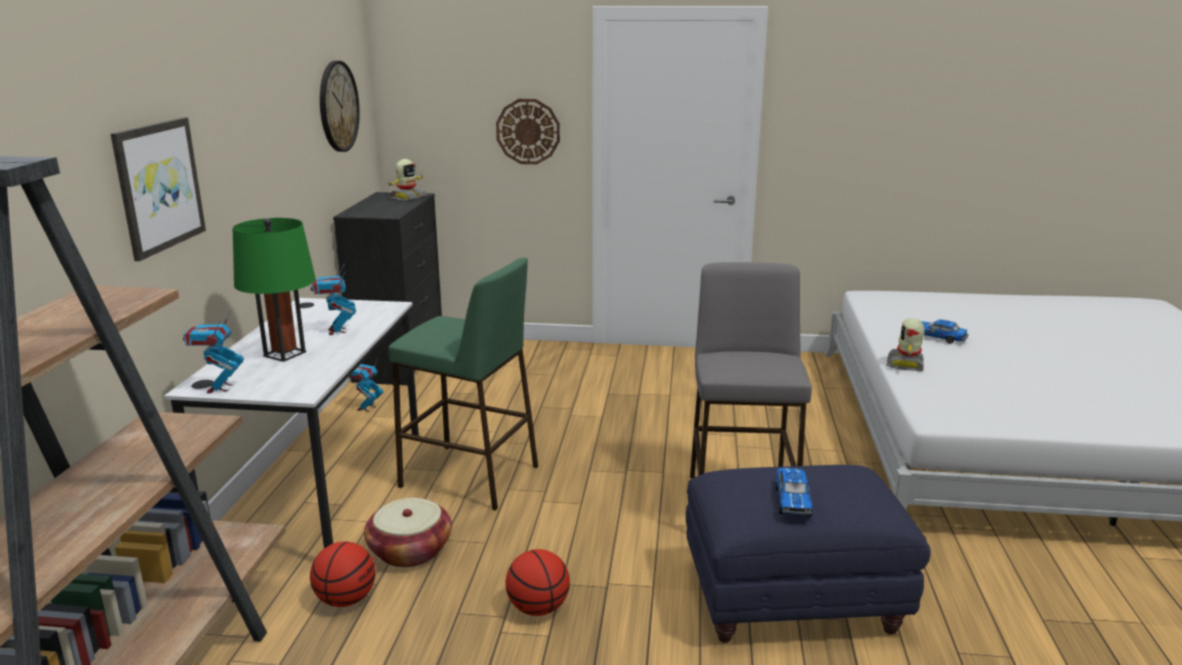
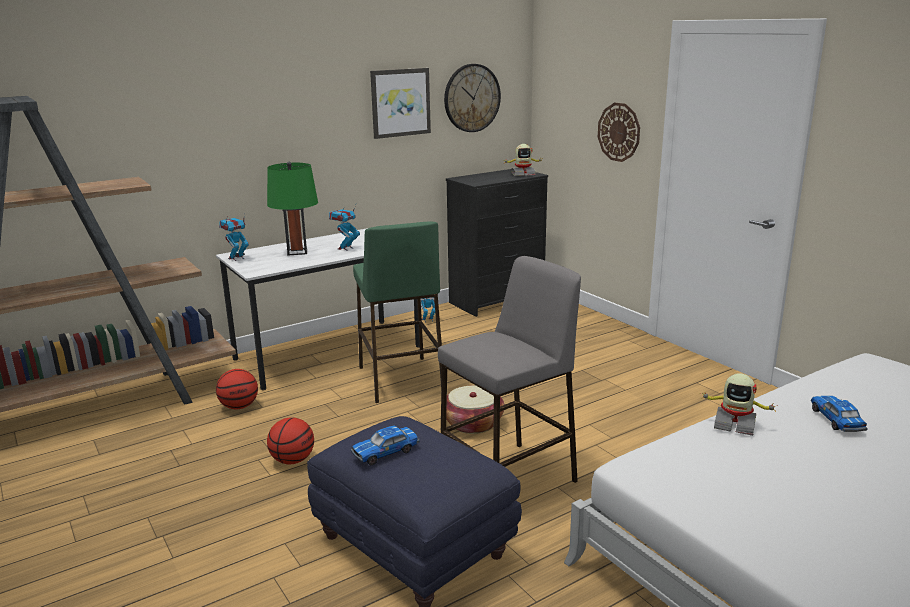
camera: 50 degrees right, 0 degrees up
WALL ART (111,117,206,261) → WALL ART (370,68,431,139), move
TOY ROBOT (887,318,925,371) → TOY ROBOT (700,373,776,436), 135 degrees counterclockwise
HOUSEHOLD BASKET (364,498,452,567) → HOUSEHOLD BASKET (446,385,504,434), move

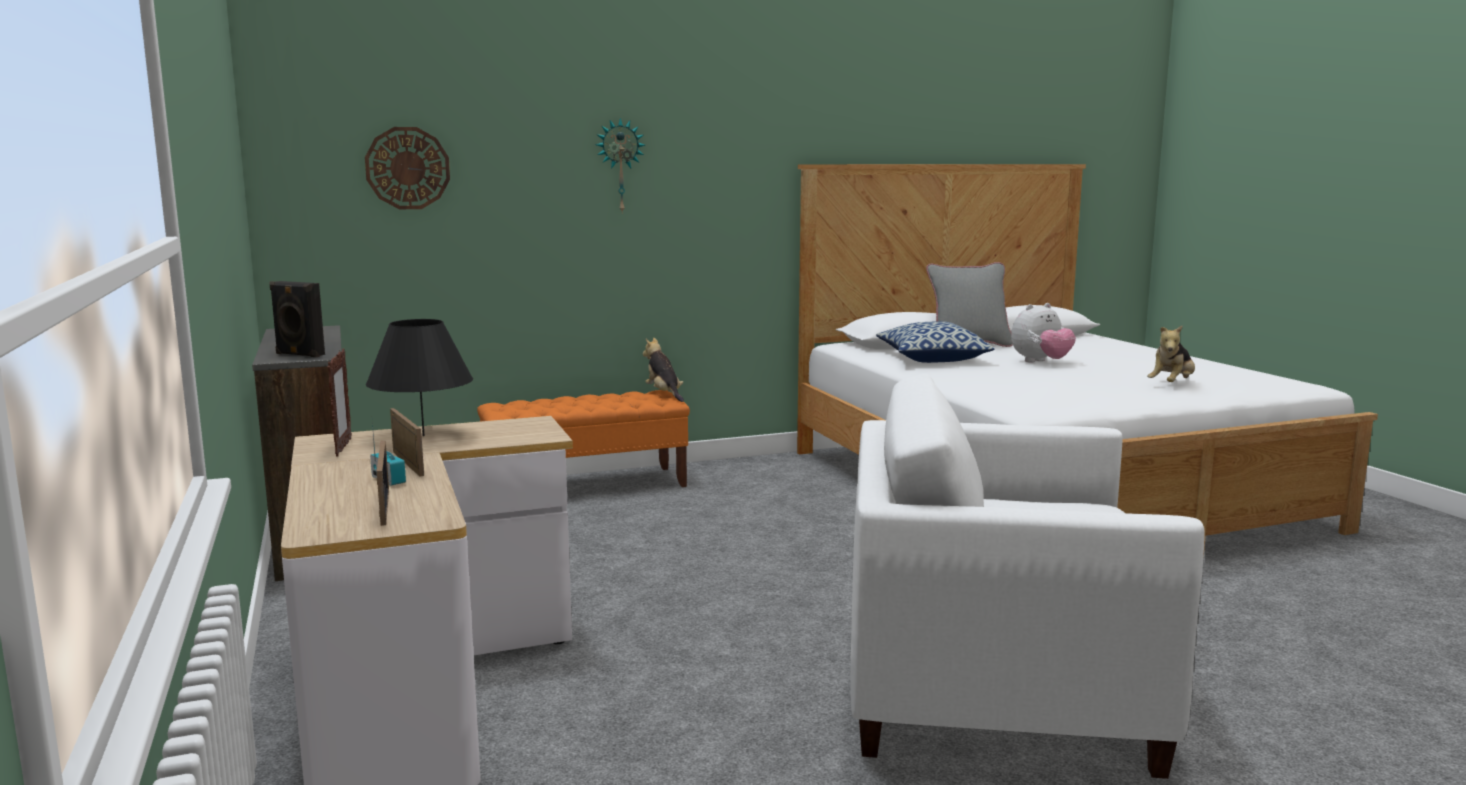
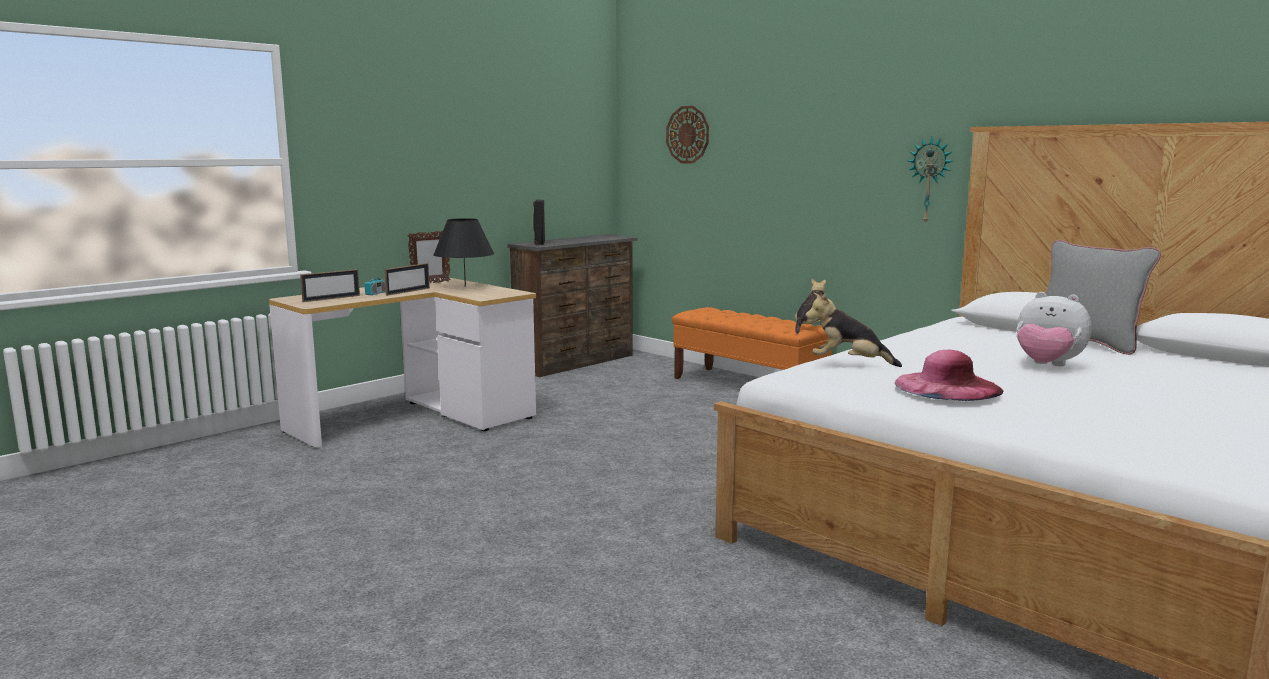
camera: 65 degrees right, 0 degrees up
HANGING CLOCK (595,118,645,212) → HANGING CLOCK (909,137,953,224), move
THROW PILLOW (876,321,995,363) → -
SOFT TOY (1147,326,1195,382) → SOFT TOY (805,292,902,367), move
WHITISH ARMCHAIR (850,374,1205,779) → -
- → PINK HAT (895,350,1003,401)

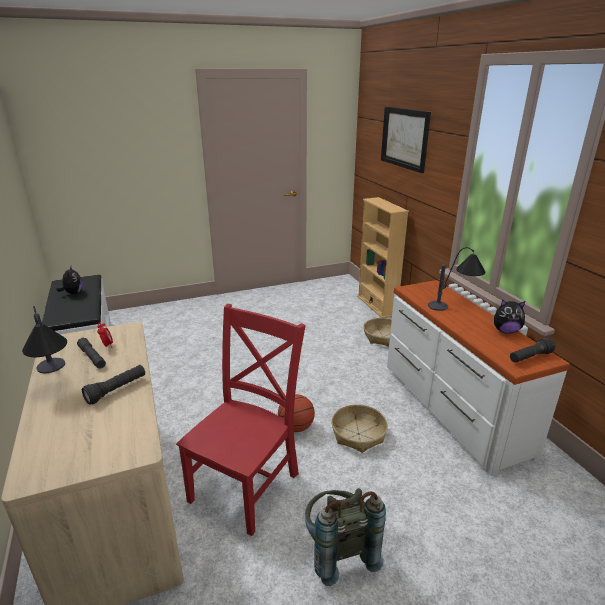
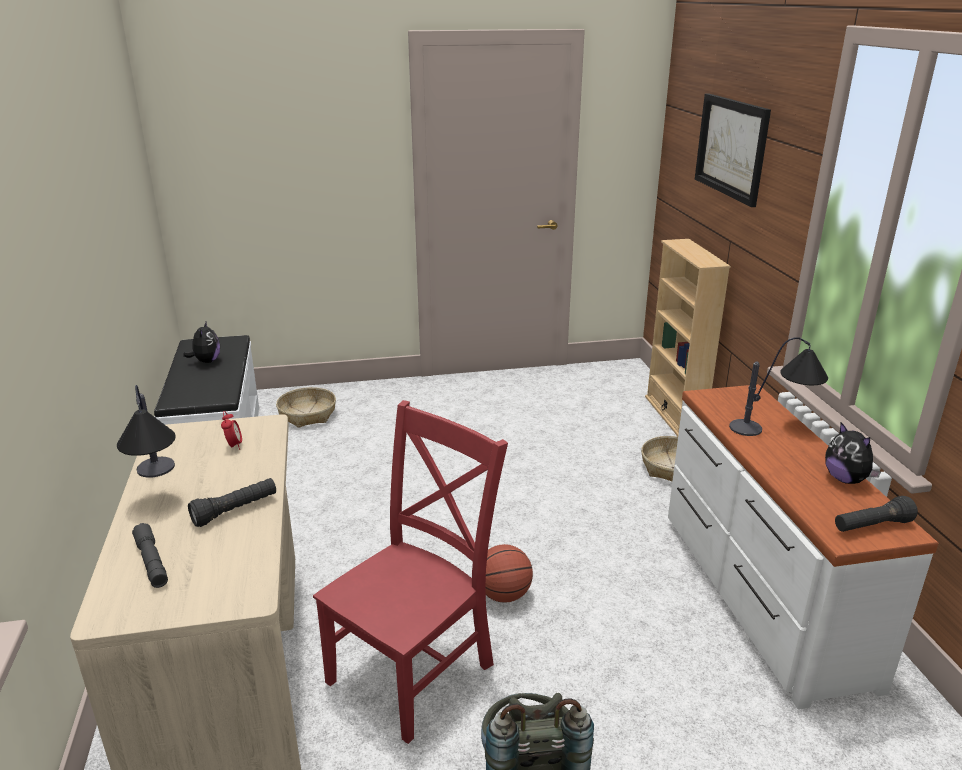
camera: 10 degrees right, 0 degrees up
SOFT TOY (494,299,525,334) → SOFT TOY (825,422,881,484), 45 degrees clockwise
GRAY HAND TORCH (77,338,106,369) → GRAY HAND TORCH (132,523,168,588), move
HOUSEHOLD BASKET (331,404,388,453) → HOUSEHOLD BASKET (276,387,336,428), move

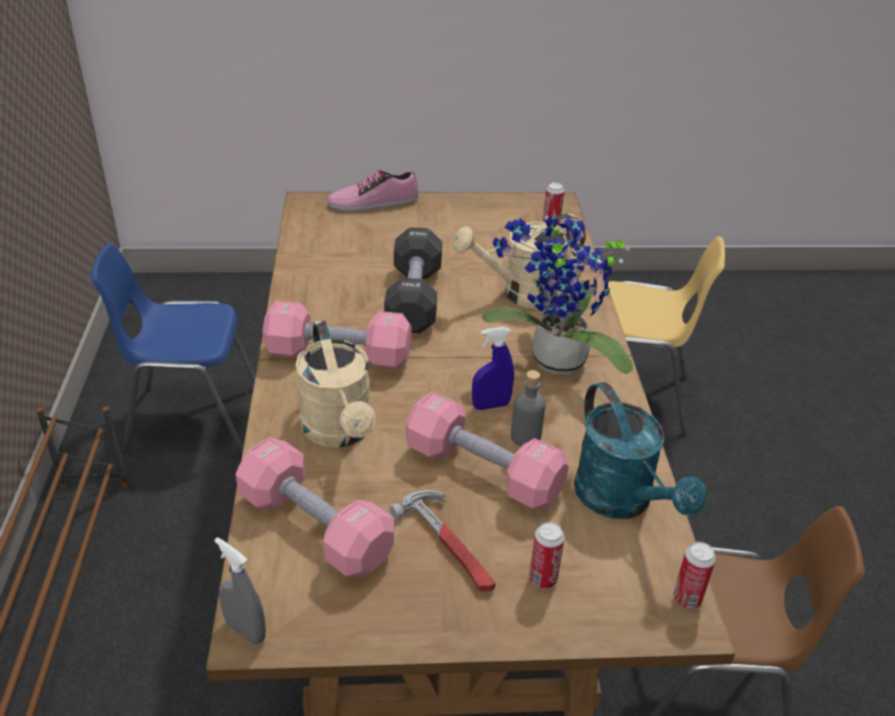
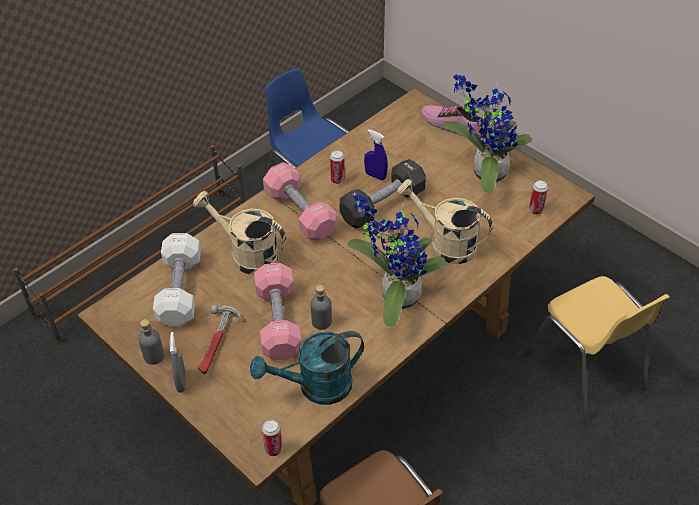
camera: 50 degrees right, 10 degrees up
SAND-COLOURED WATERING CAN (295,320,376,447) → SAND-COLOURED WATERING CAN (193,191,286,275), 90 degrees clockwise
BLUE HAND SPRAYER (472,327,514,410) → BLUE HAND SPRAYER (364,129,388,180), move
TURQUOISE WATERING CAN (574,382,707,519) → TURQUOISE WATERING CAN (250,331,364,405), 45 degrees clockwise
PINK HAND WEIGHT (236,437,394,577) → WHITISH HAND WEIGHT (153,233,201,326)
METAL CAN (529,522,565,588) → METAL CAN (330,150,345,184), move
GRAY HAND SPRAYER (214,537,266,644) → GRAY HAND SPRAYER (170,332,186,393), move
- → PLANT IN A POT (443,74,532,192)
- → GRAY DRINK BOTTLE (138,319,164,365)

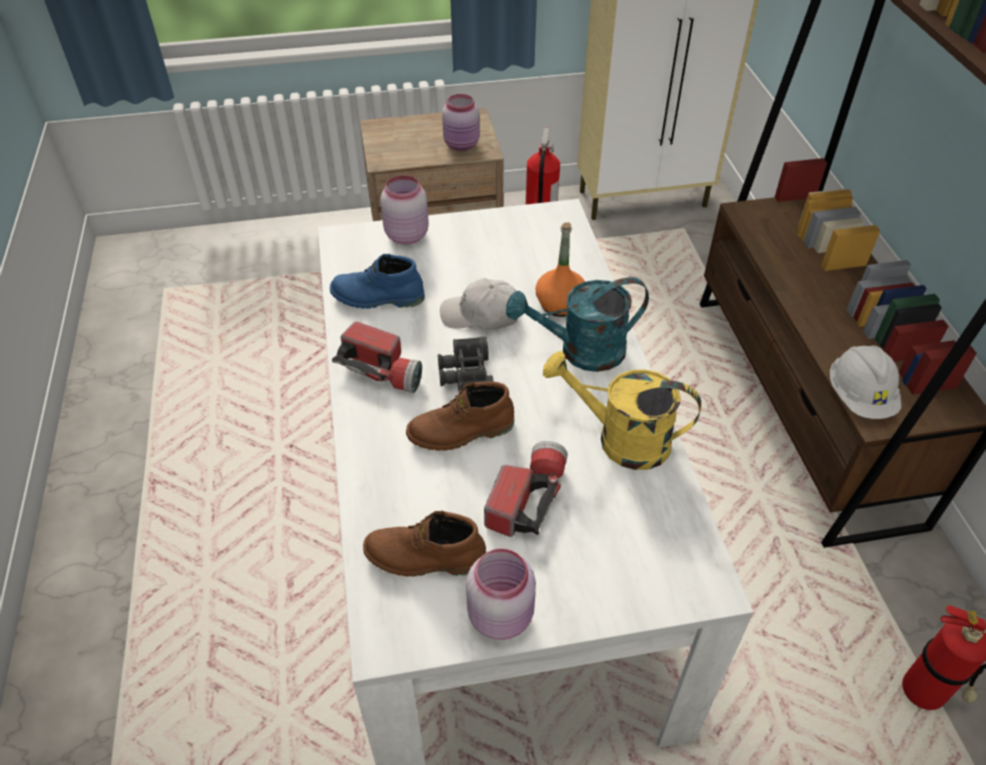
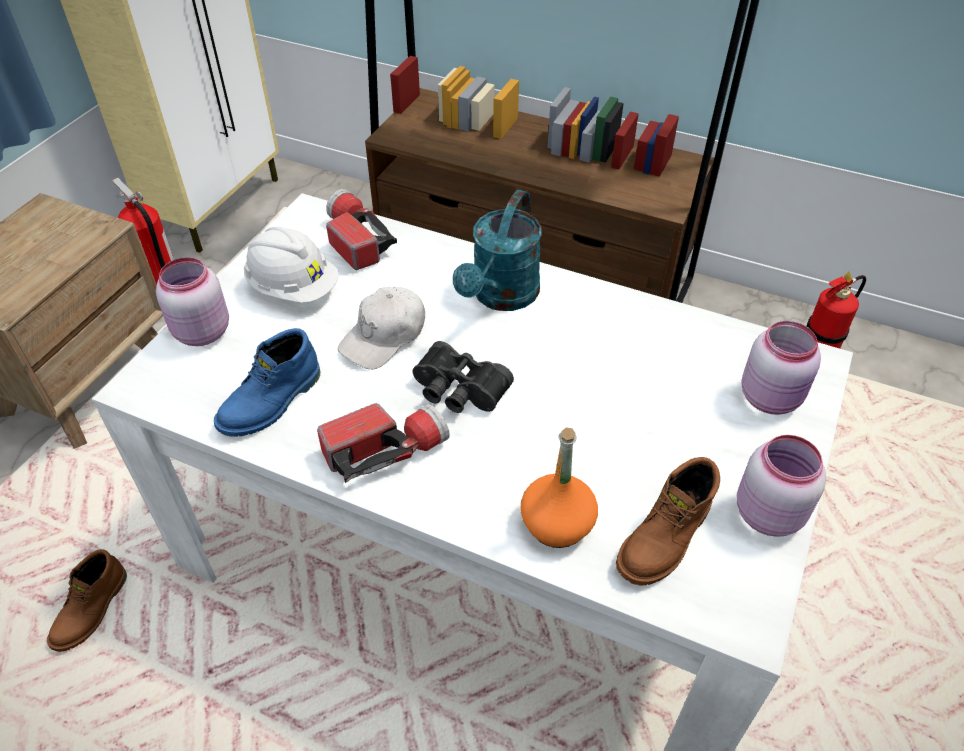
camera: 55 degrees left, 0 degrees up
PINK JAR (442,94,479,151) → PINK JAR (741,321,821,415), move
ORANGEY DRINK BOTTLE (535,222,585,317) → ORANGEY DRINK BOTTLE (520,427,598,548), move
WHITISH HARD HAT (830,345,901,419) → WHITISH HARD HAT (244,227,339,303), move
YELLOW WATERING CAN (543,351,701,470) → -
BROWN HIGH-TOP BOOT (406,382,514,451) → BROWN HIGH-TOP BOOT (47,549,127,652), move
HAND TORCH (484,441,568,537) → HAND TORCH (326,189,397,270), move

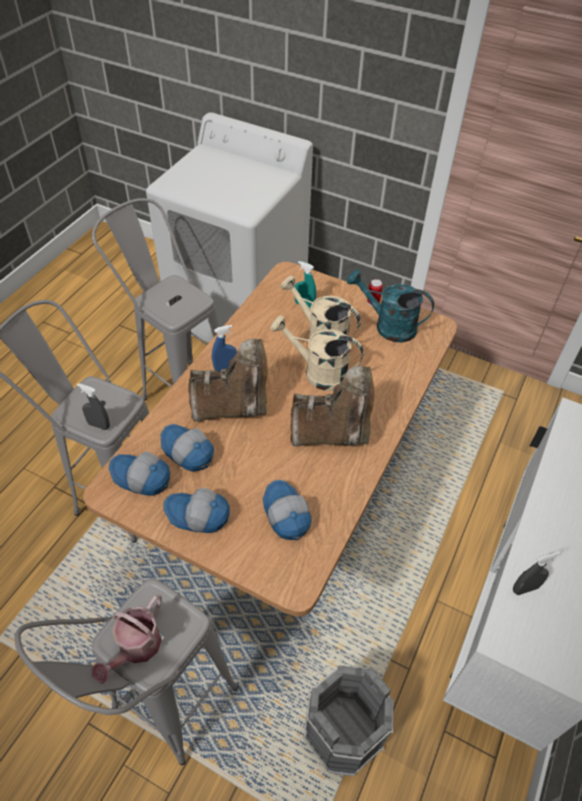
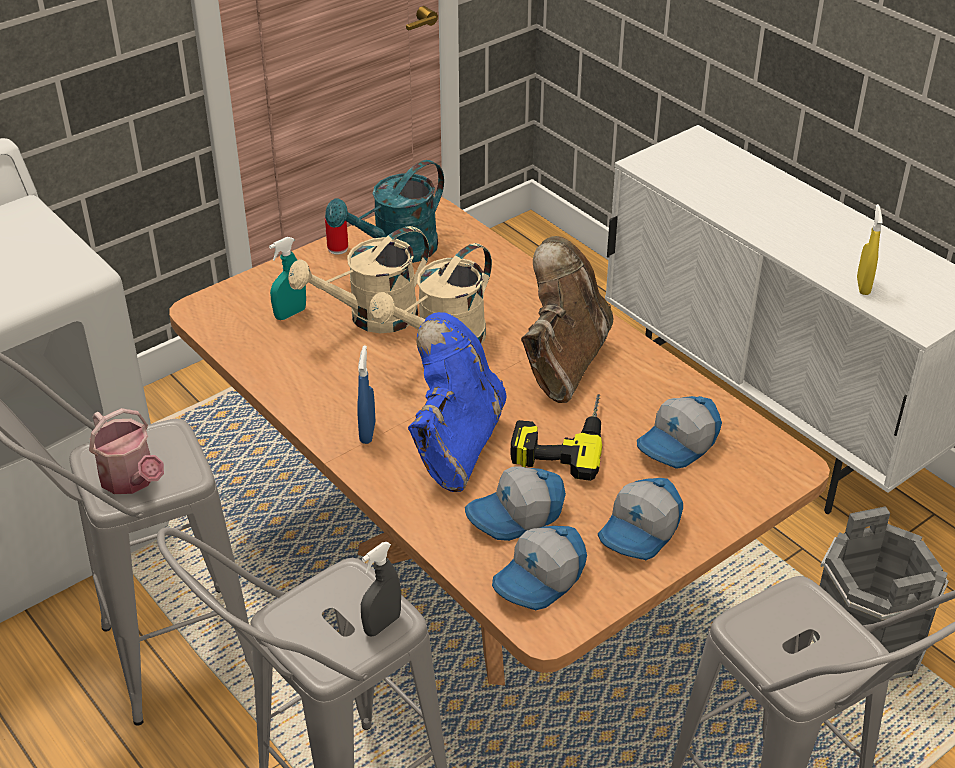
camera: 65 degrees left, 10 degrees down
BROWN HIGH-TOP BOOT (188,339,268,422) → BLUE HIGH-TOP BOOT (408,312,506,492)
BASEBALL CAP (263,480,311,540) → BASEBALL CAP (637,396,722,469), 45 degrees counterclockwise
GRAY HAND SPRAYER (513,551,560,595) → YELLOW HAND SPRAYER (857,204,883,295)
WATERING CAN (91,594,162,684) → WATERING CAN (89,408,164,494), move
- → DRILL (510,394,602,481)

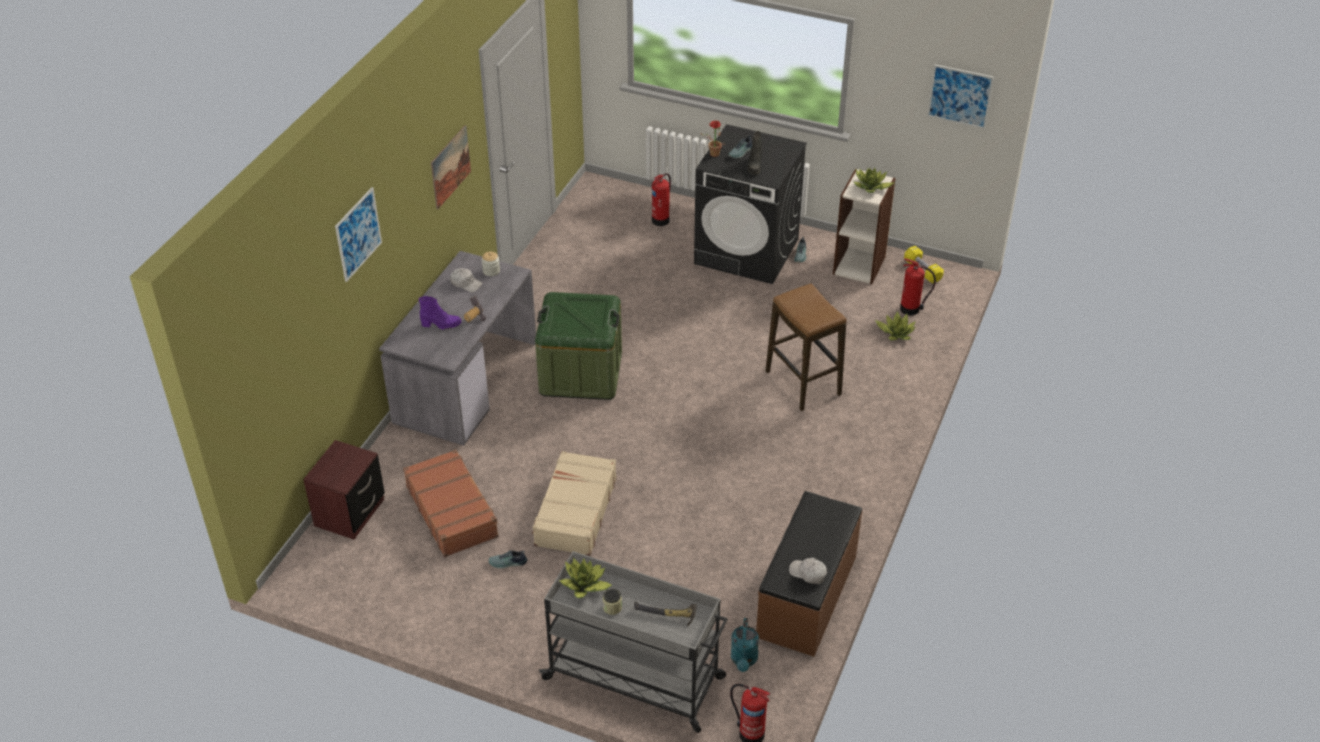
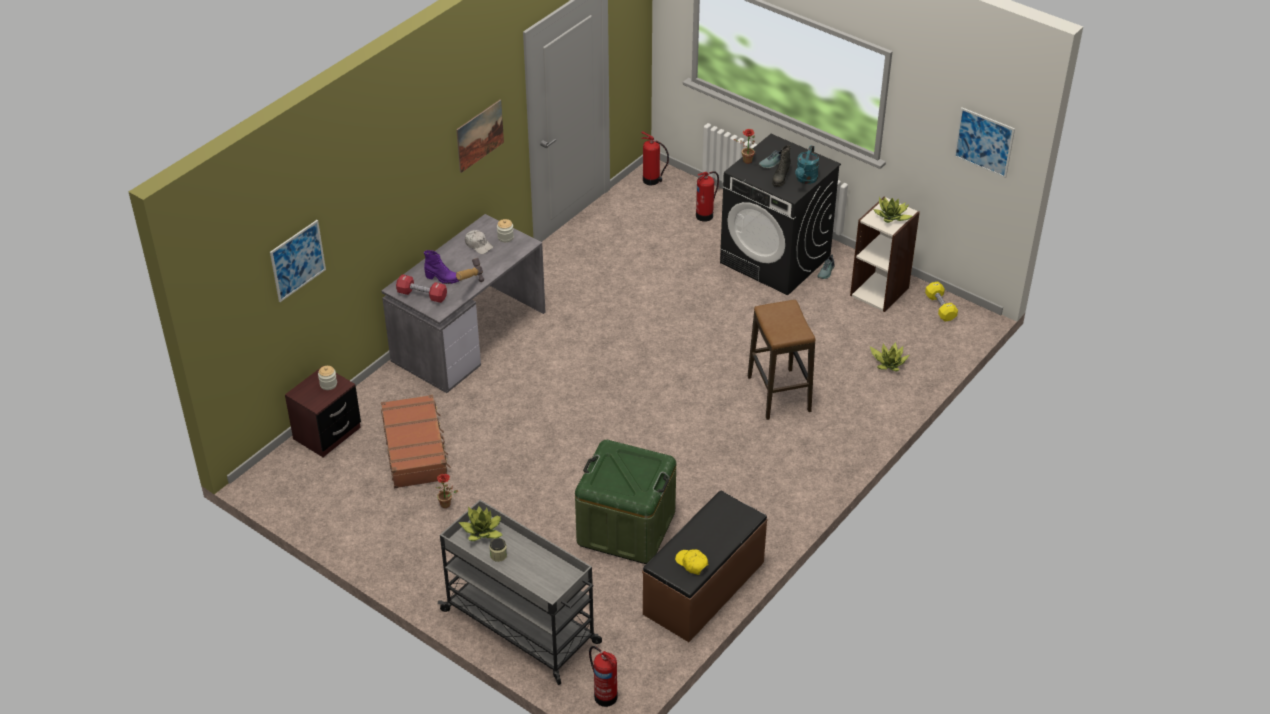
camera: 15 degrees right, 0 degrees up
WALL ART (335,187,382,282) → WALL ART (270,220,326,302), move
FIRE-FIGHTING CYLINDER (900,258,936,315) → FIRE-FIGHTING CYLINDER (641,131,669,185), move
GREENISH STORAGE CONTAINER (535,292,622,400) → GREENISH STORAGE CONTAINER (575,440,676,564), move
SAND-COLOURED SUITCASE (532,451,617,556) → -
LOW SHOE (488,550,527,569) → PLANT IN A POT (435,474,458,508)
WHITISH BASEBALL CAP (789,558,827,584) → YELLOW BASEBALL CAP (675,549,708,575)
HAMMER (634,601,697,627) → -
TURQUOISE WATERING CAN (731,618,759,672) → TURQUOISE WATERING CAN (795,145,819,184), move
- → REDDISH HAND WEIGHT (396,274,447,303)
- → JAR (318,366,337,390)

